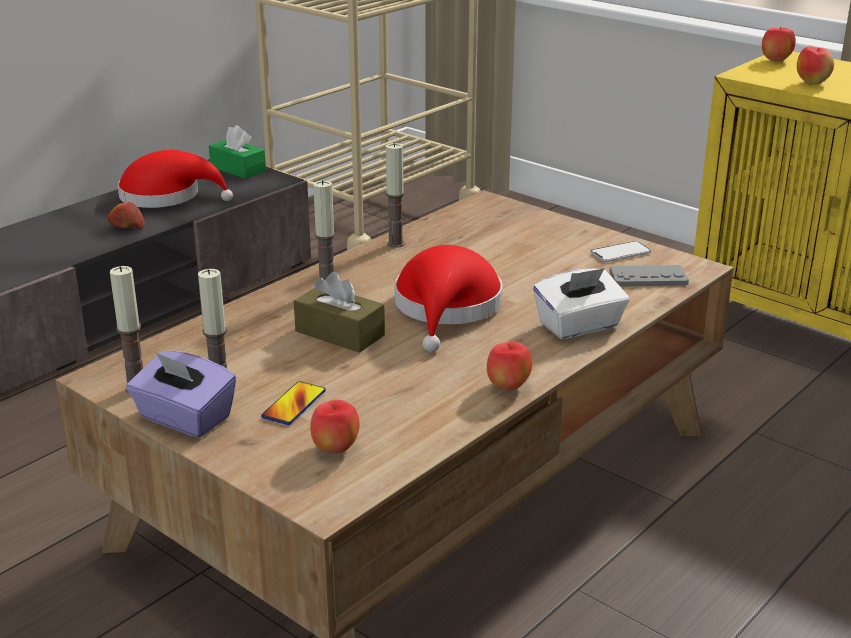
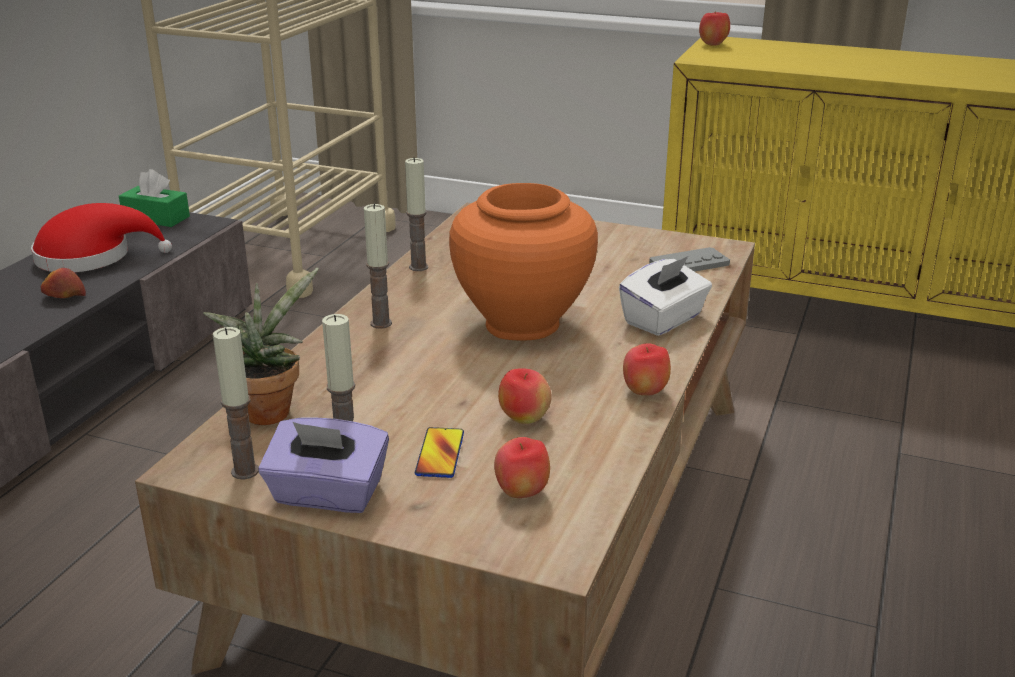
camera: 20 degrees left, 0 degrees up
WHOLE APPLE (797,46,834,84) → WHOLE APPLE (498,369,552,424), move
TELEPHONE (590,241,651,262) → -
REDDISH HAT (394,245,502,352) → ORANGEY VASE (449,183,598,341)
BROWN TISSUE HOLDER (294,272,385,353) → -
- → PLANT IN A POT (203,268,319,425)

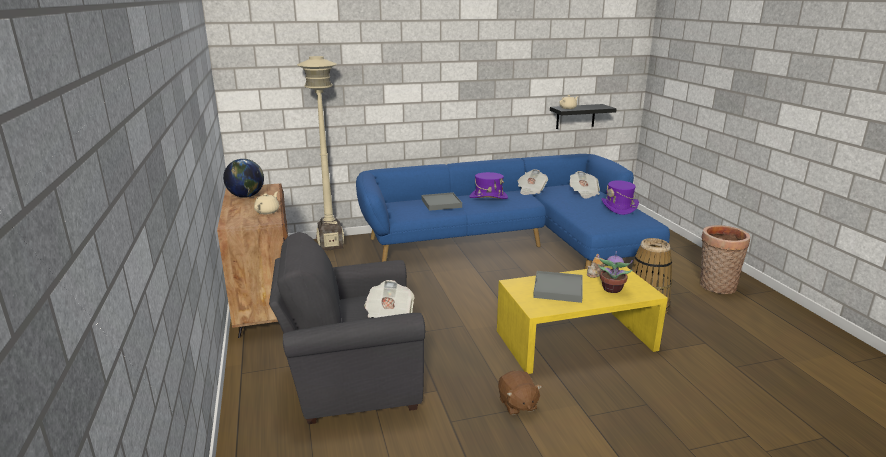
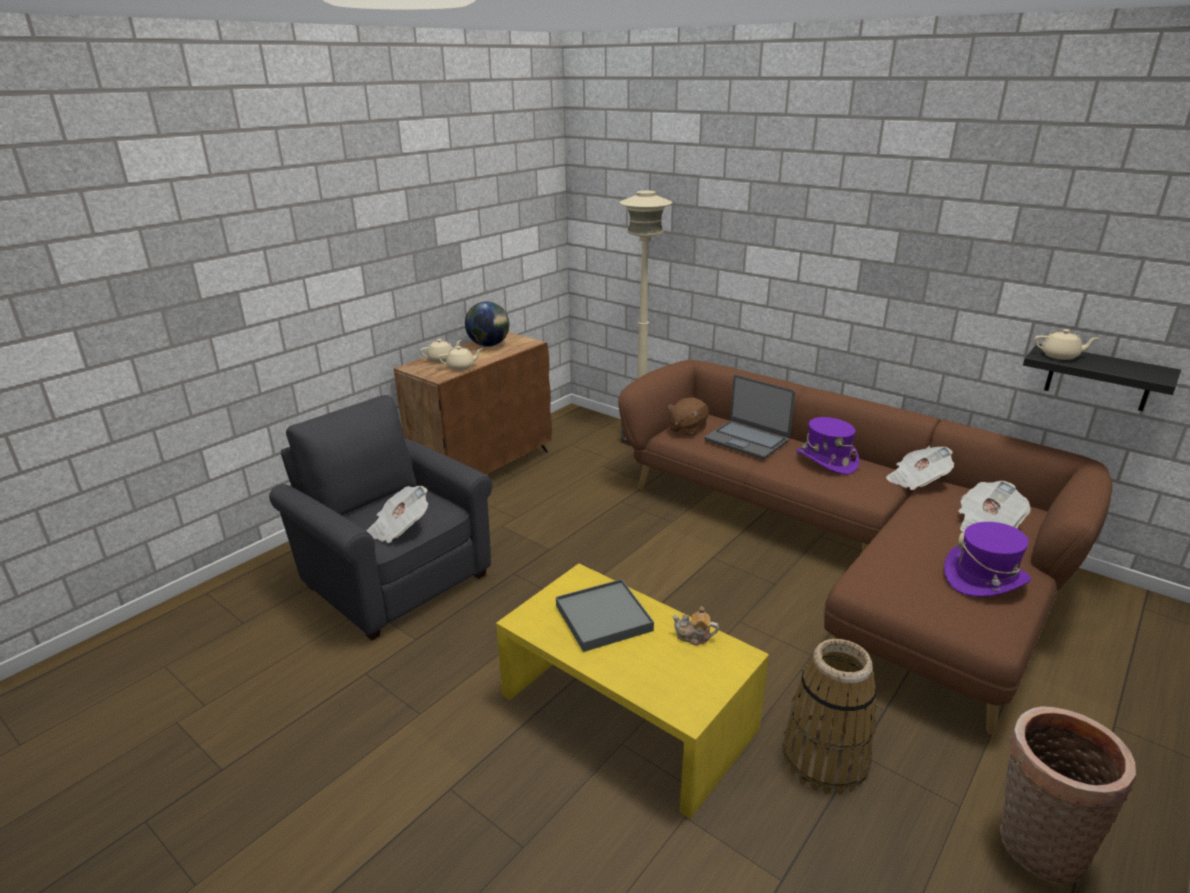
camera: 55 degrees right, 5 degrees up
BLUE COUCH (356,154,670,269) → BROWN COUCH (618,360,1112,735)
GRAY CARRYING TRAY (422,192,462,211) → LAPTOP (704,375,795,459)
PLANT IN A POT (597,251,633,293) → -
BROWN SOFT TOY (498,370,542,415) → BROWN SOFT TOY (667,397,709,436), move
- → SAND-COLOURED TEA POT (420,339,462,363)

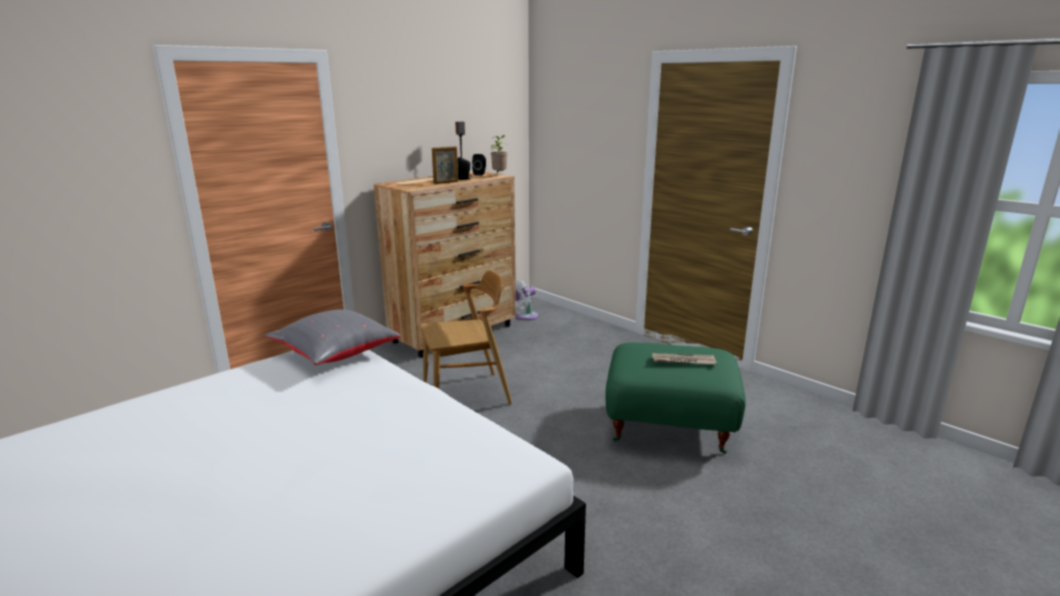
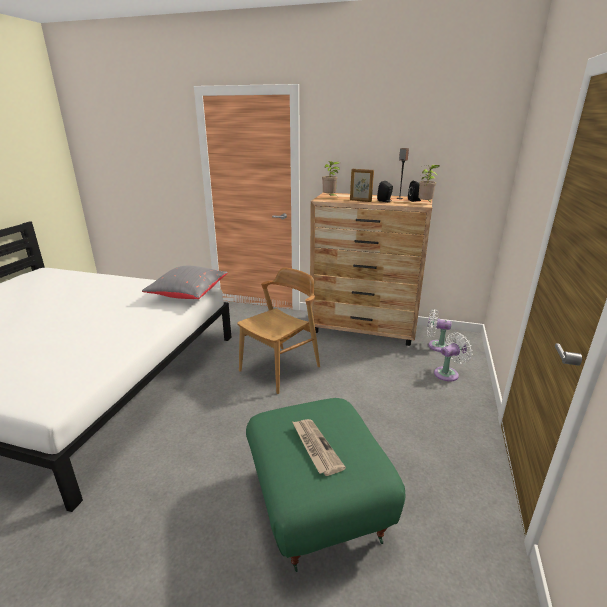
camera: 60 degrees right, 5 degrees up
BROWN CHAIR (421,270,512,404) → BROWN CHAIR (237,267,320,394), 90 degrees counterclockwise
- → PLANT IN A POT (322,161,340,197)
- → WHITISH ELECTRIC FAN (434,332,473,382)

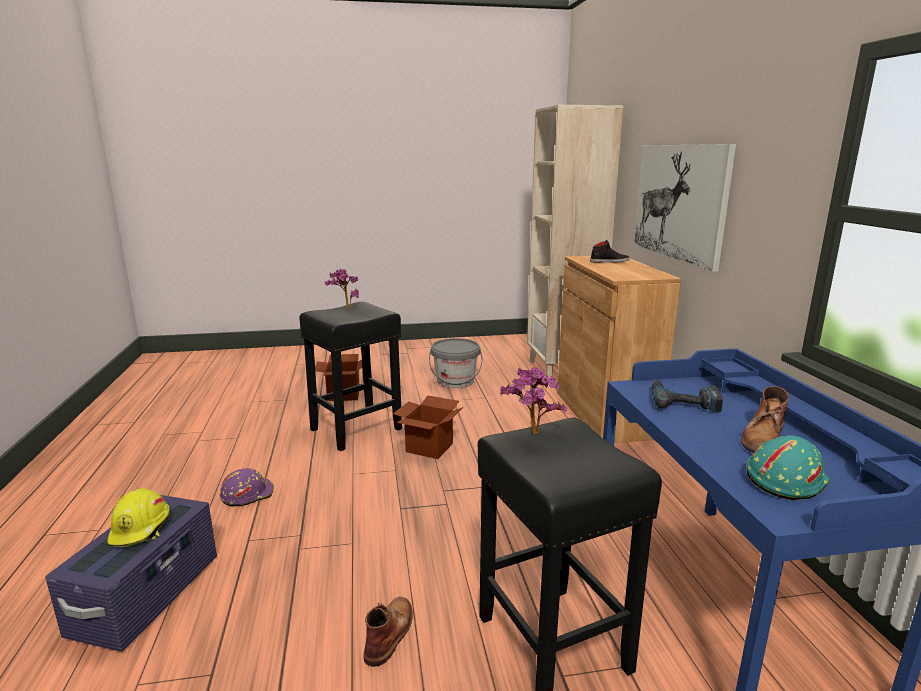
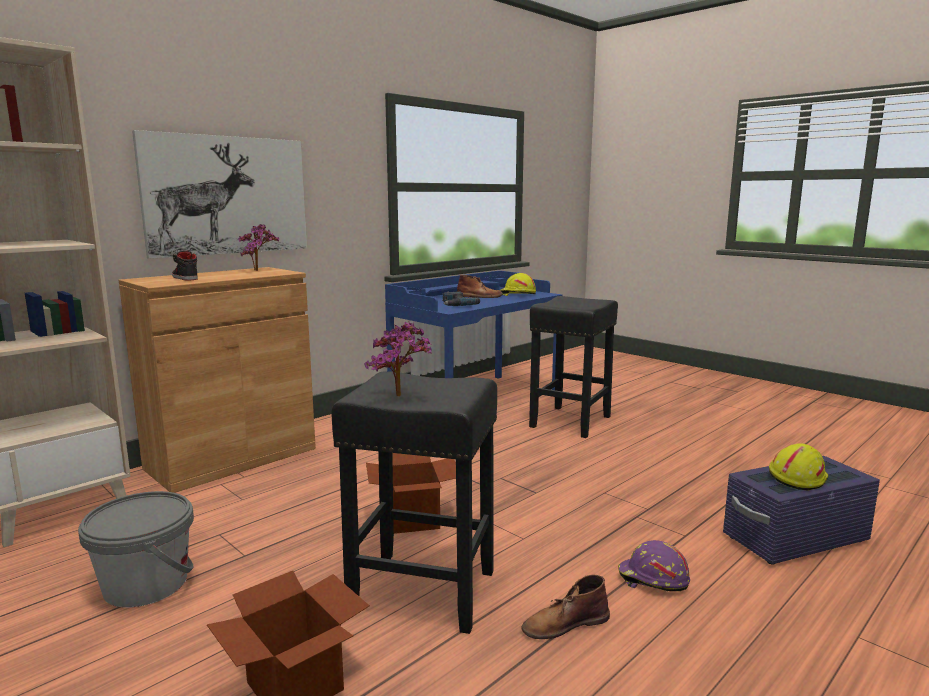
camera: 125 degrees left, 5 degrees down
PLANT IN A POT (500,367,567,435) → PLANT IN A POT (238,224,279,271), move
TURQUOISE HARD HAT (747,435,830,501) → YELLOW HARD HAT (500,273,536,296)
BROWN HIGH-TOP BOOT (363,597,413,667) → BROWN HIGH-TOP BOOT (521,574,610,639), move

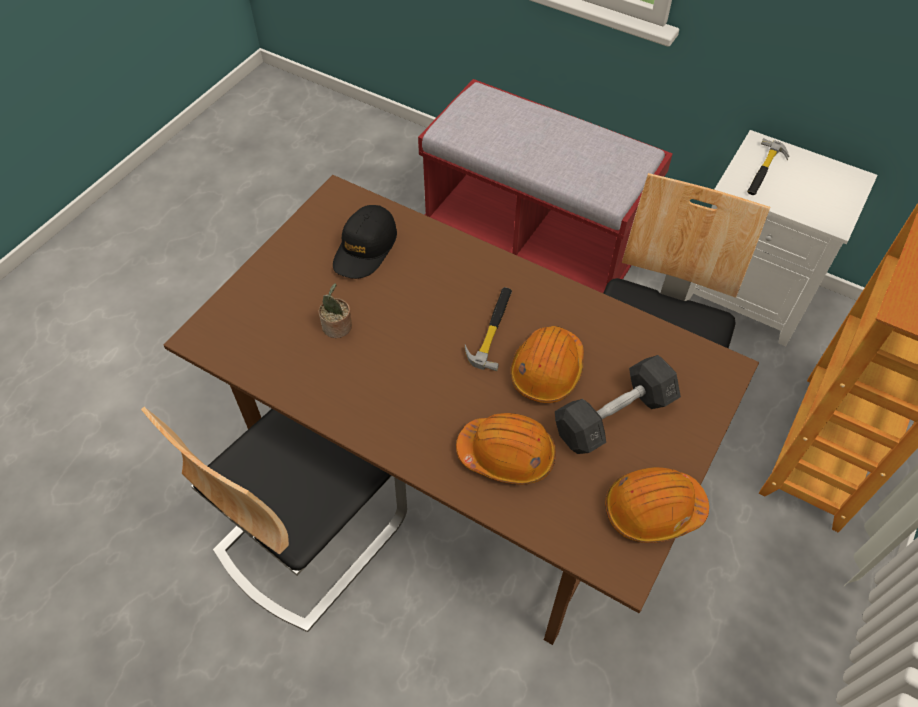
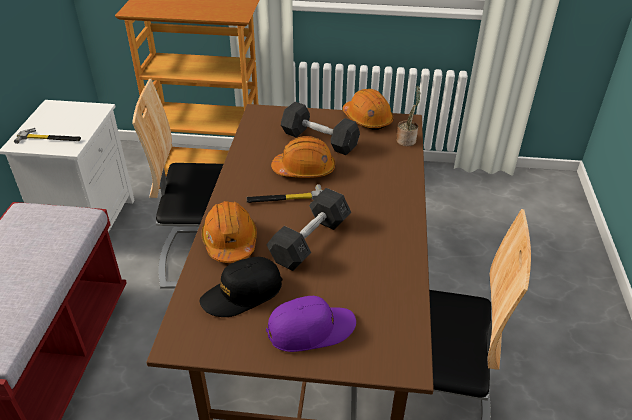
camera: 115 degrees left, 15 degrees down
BLACKISH BASEBALL CAP (333,205,397,279) → BLACKISH BASEBALL CAP (200,257,282,317), 150 degrees clockwise
PLANT IN A POT (319,283,352,338) → PLANT IN A POT (396,86,420,146), move
ORANGEY HARD HAT (456,413,556,485) → ORANGEY HARD HAT (201,201,257,263), move
- → GRAY HAND WEIGHT (266,188,351,271)
- → PURPLISH BASEBALL CAP (266,296,356,352)

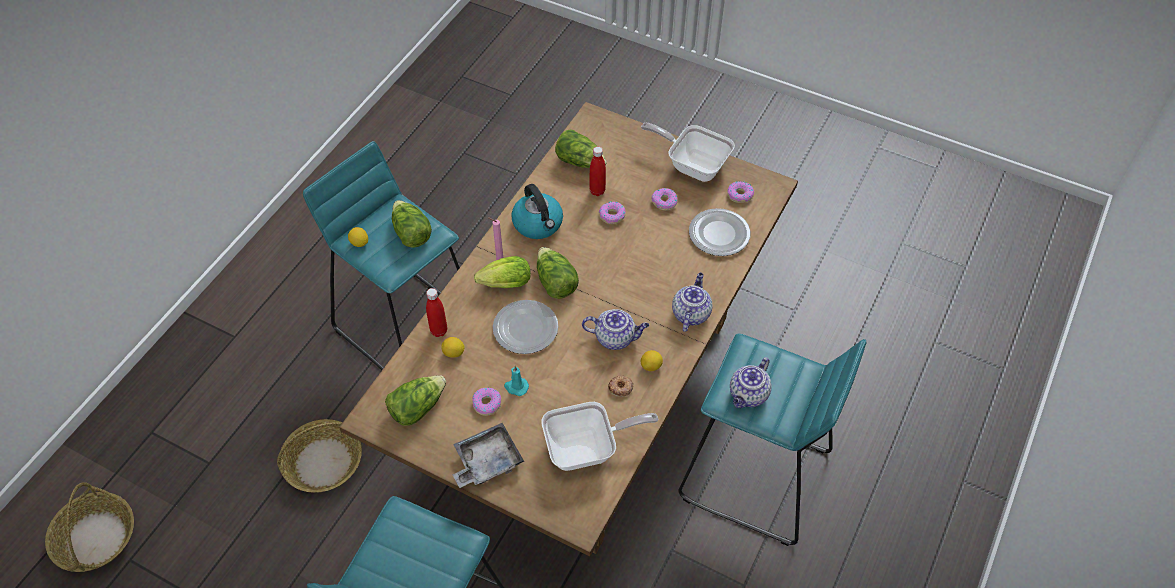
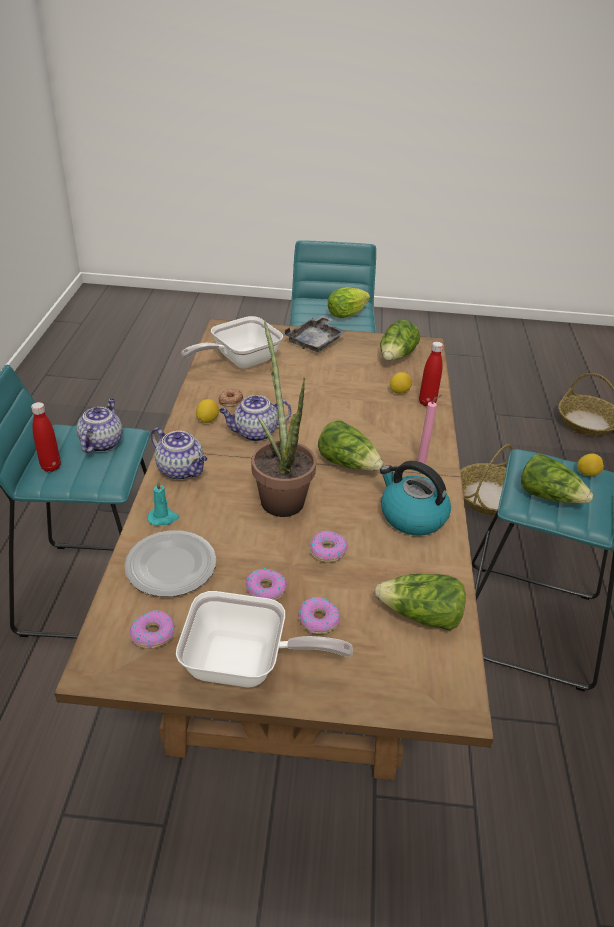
camera: 155 degrees right, 15 degrees down
REDDISH DRINK BOTTLE (589,146,606,196) → REDDISH DRINK BOTTLE (31,402,61,472), move
HEAD OF LETTUCE (474,256,531,288) → HEAD OF LETTUCE (328,287,370,318), move
TEA POT (672,273,712,332) → TEA POT (151,427,208,480), 45 degrees counterclockwise
PLATE (493,300,558,354) → -
TURQUOISE WAX LIGHT (504,366,529,396) → TURQUOISE WAX LIGHT (148,480,179,526), move
DONUT (472,388,501,416) → DONUT (298,597,340,634), move
- → PLANT IN A POT (251,321,316,517)

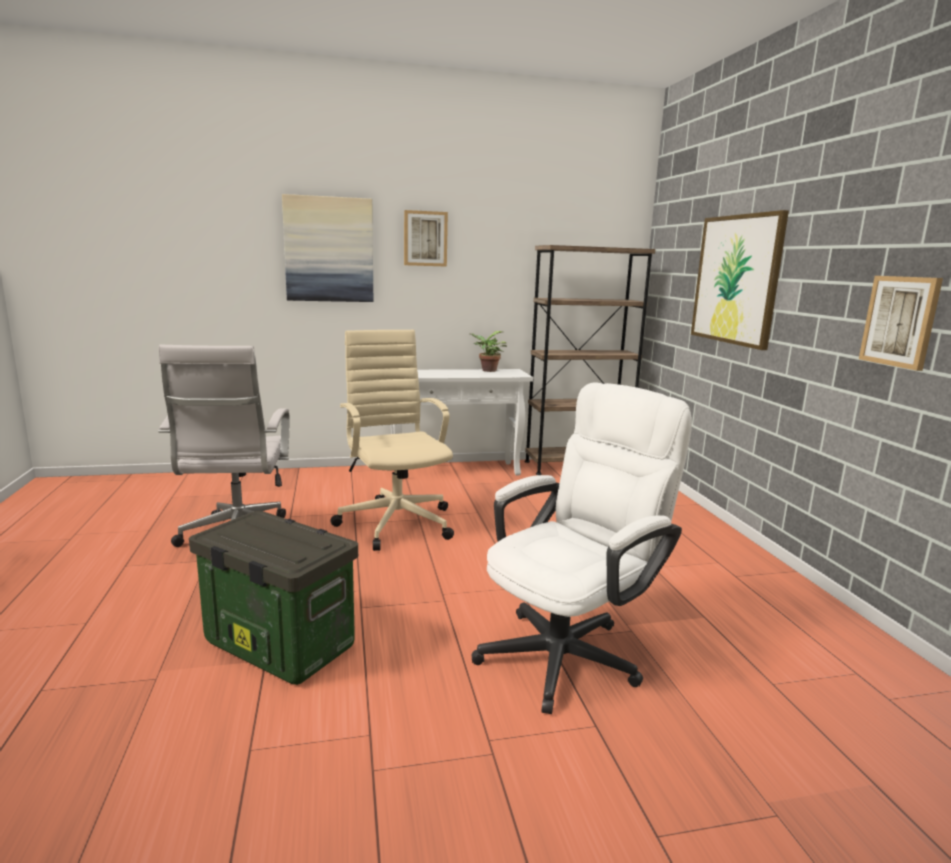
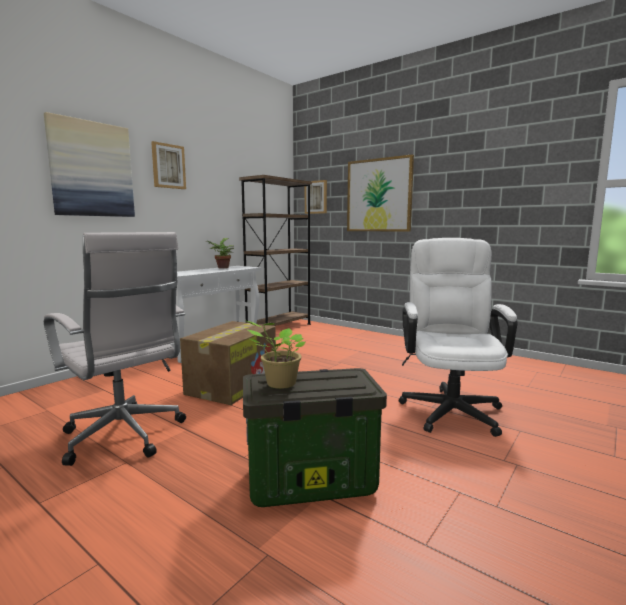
camera: 40 degrees left, 5 degrees down
WALL ART (859,276,943,371) → WALL ART (305,180,327,214), move
SAND-COLOURED DESK CHAIR (330,330,454,551) → CARDBOARD BOX (180,321,276,405)
- → PLANT IN A POT (247,321,305,389)

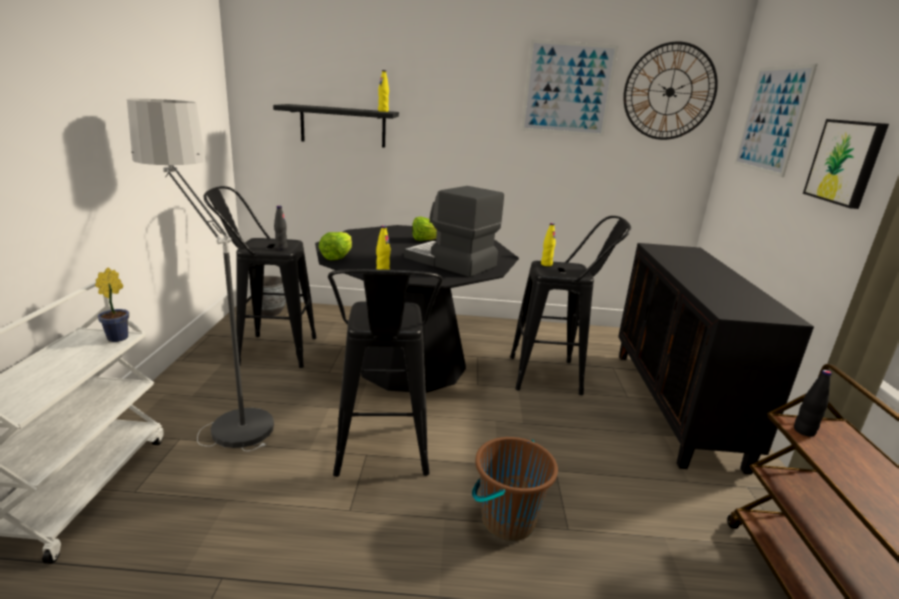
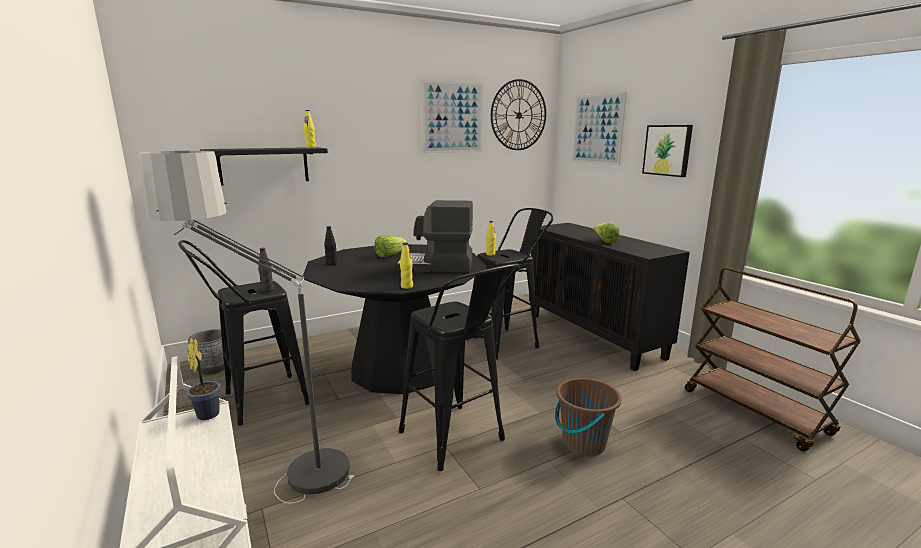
camera: 30 degrees left, 5 degrees down
HEAD OF LETTUCE (319,232,352,260) → HEAD OF LETTUCE (594,223,620,244), move
BLACKISH DRINK BOTTLE (794,370,832,437) → BLACKISH DRINK BOTTLE (324,226,337,265), move

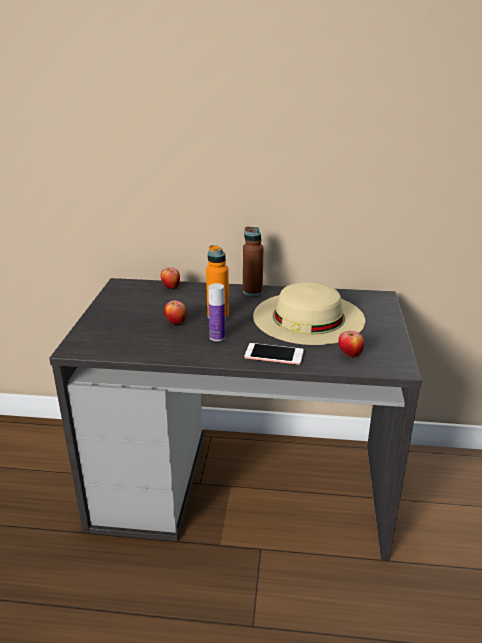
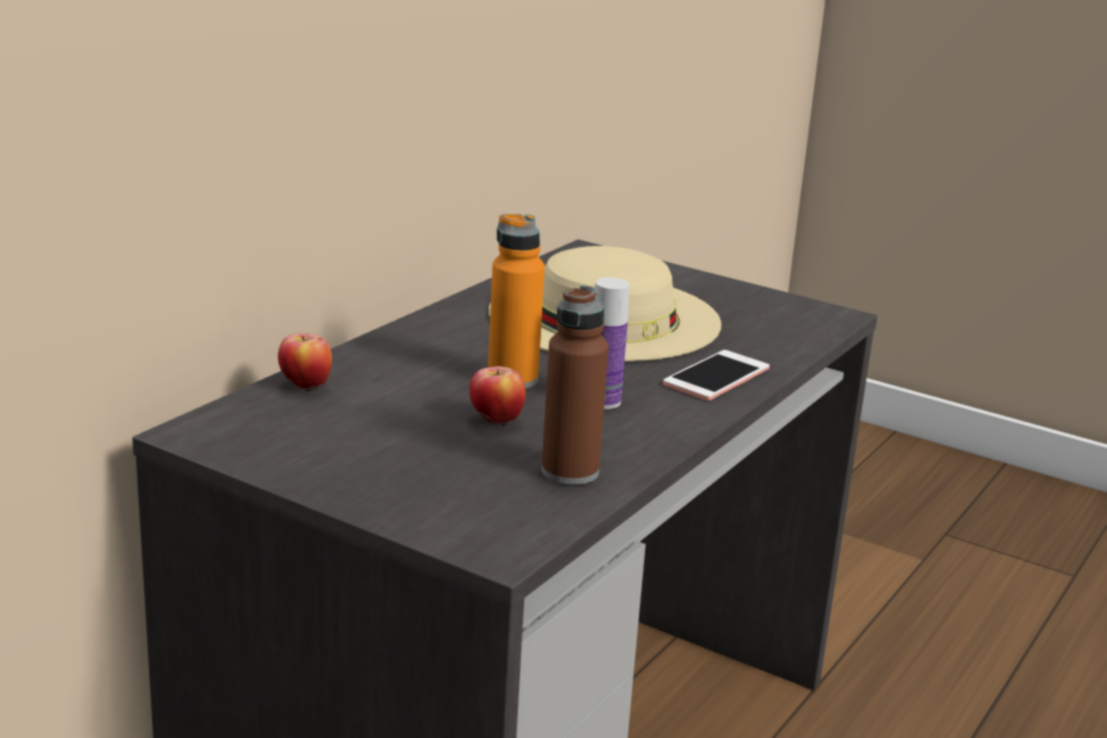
camera: 65 degrees left, 5 degrees down
BROWN DRINK BOTTLE (243,227,264,296) → BROWN DRINK BOTTLE (541,285,609,485), move
WHOLE APPLE (338,331,364,358) → -

